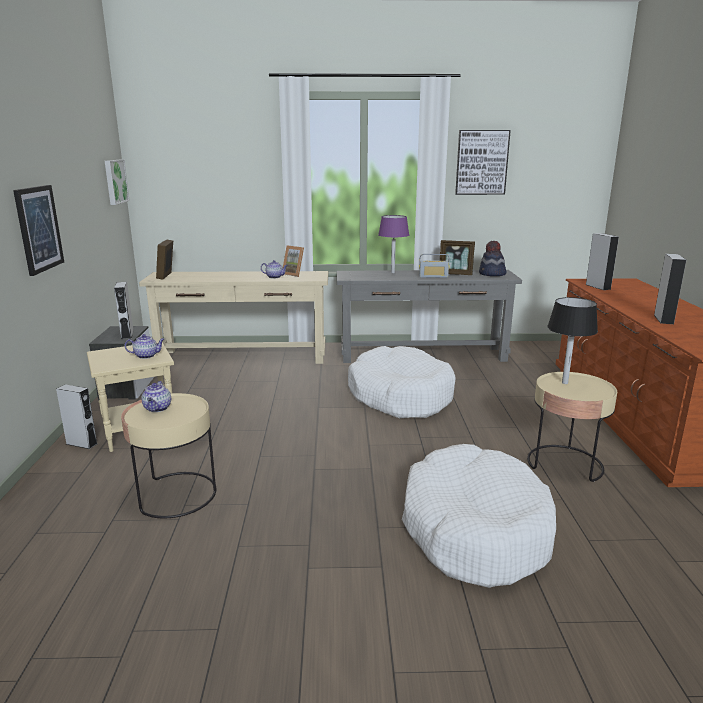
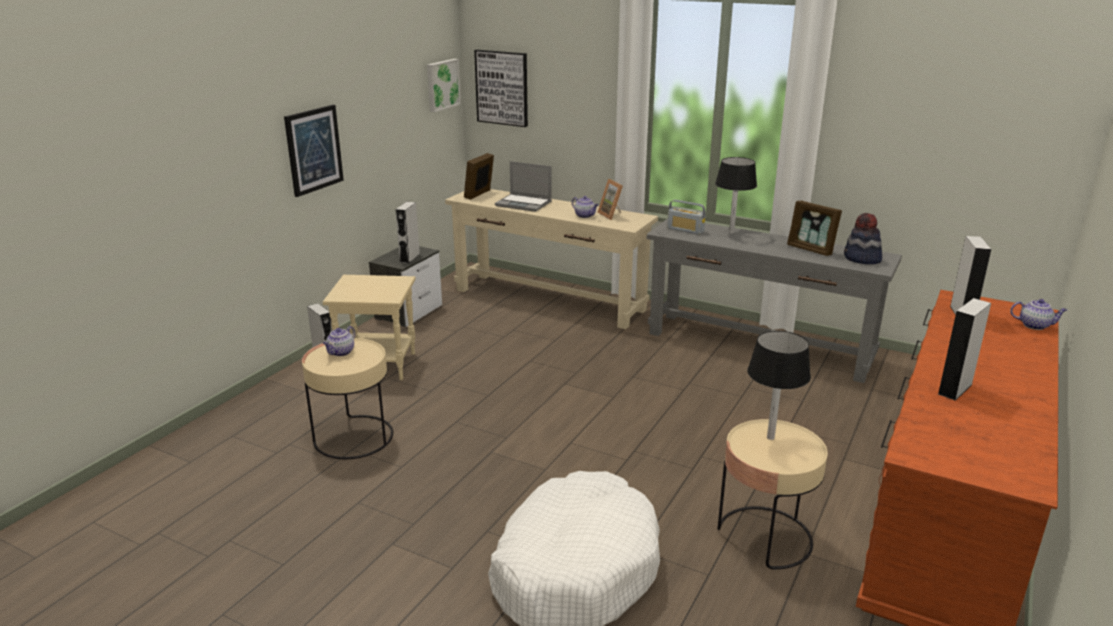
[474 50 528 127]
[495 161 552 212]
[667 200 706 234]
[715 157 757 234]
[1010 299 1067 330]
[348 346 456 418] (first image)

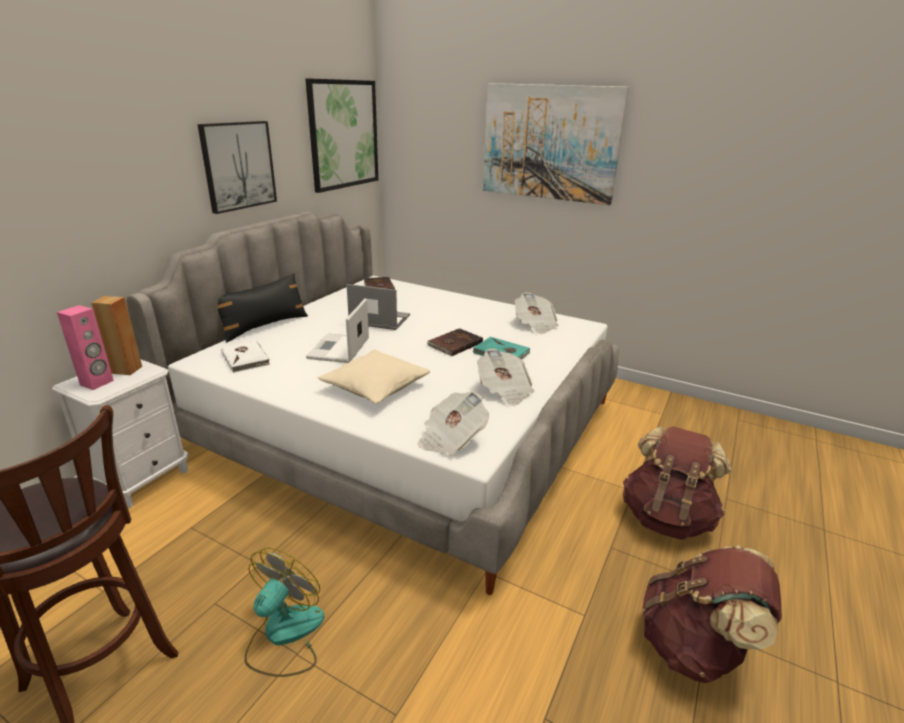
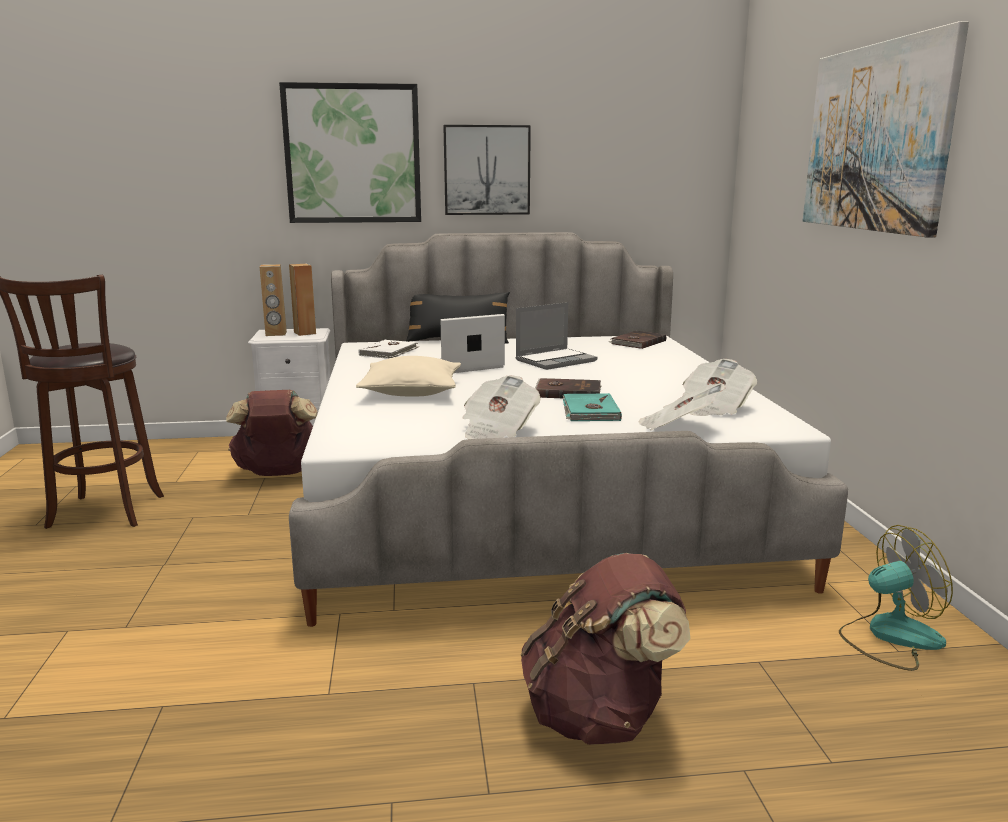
[226 390 317 476]
[260 264 287 336]
[279 82 421 223]
[515 302 598 370]
[638 384 725 430]
[839 525 953 671]

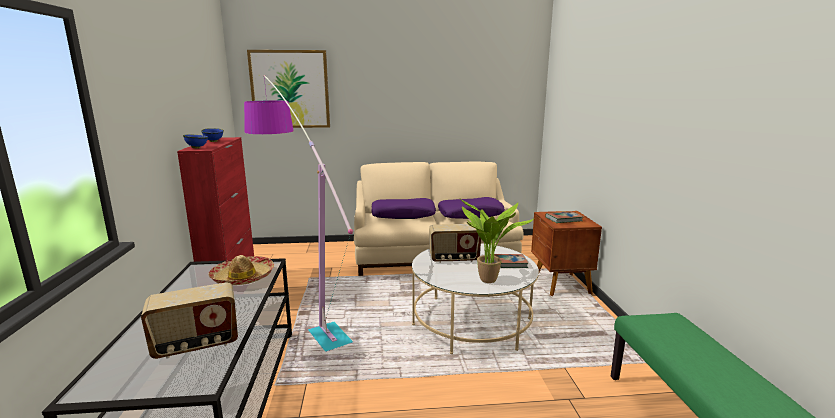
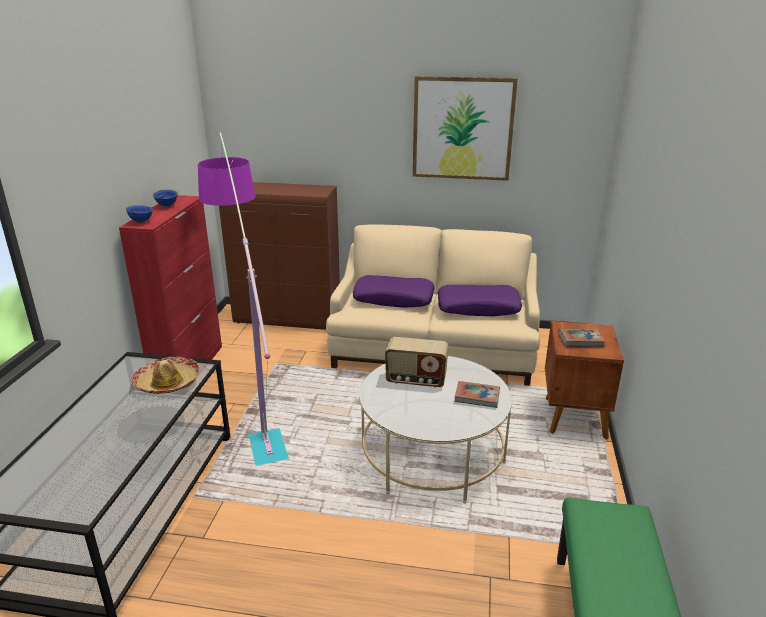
[219 182 340 330]
[413 76 518 181]
[141 282 238 359] (first image)
[458 196 534 283] (first image)

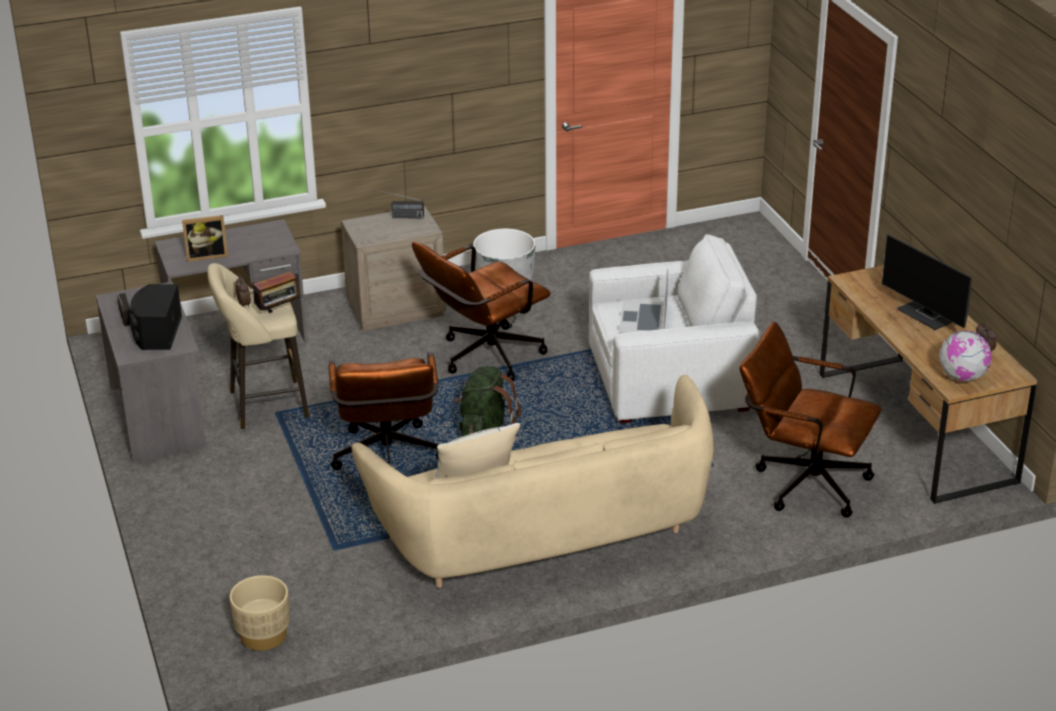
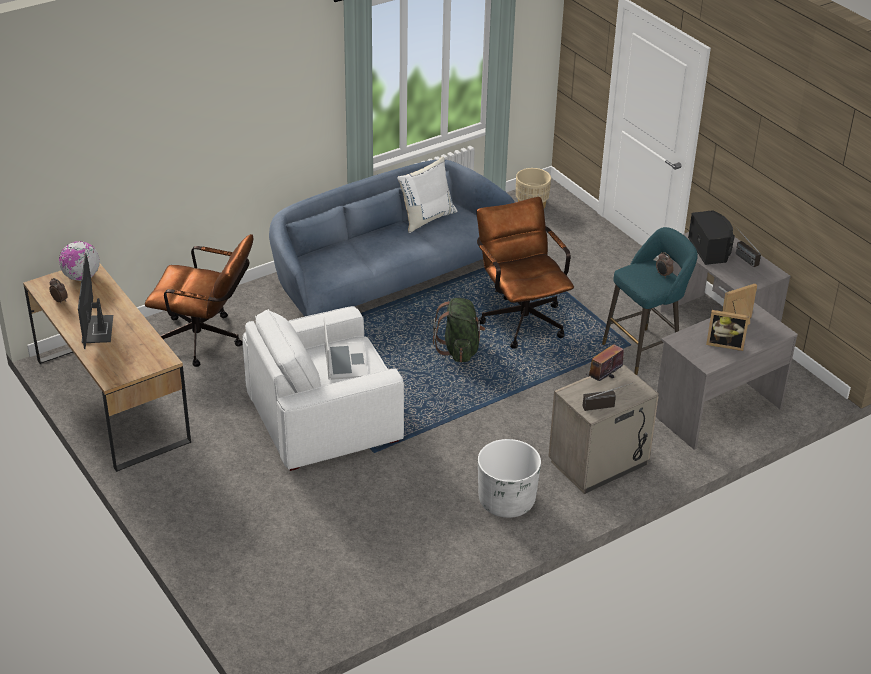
[78 253 113 349]
[269 160 515 316]
[586 344 624 381]
[602 227 698 375]
[706 310 749 351]
[412 242 551 381] (first image)

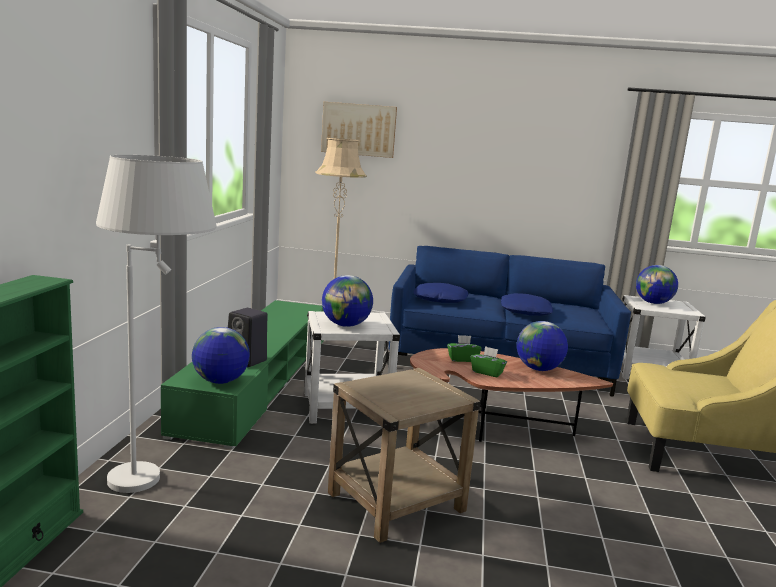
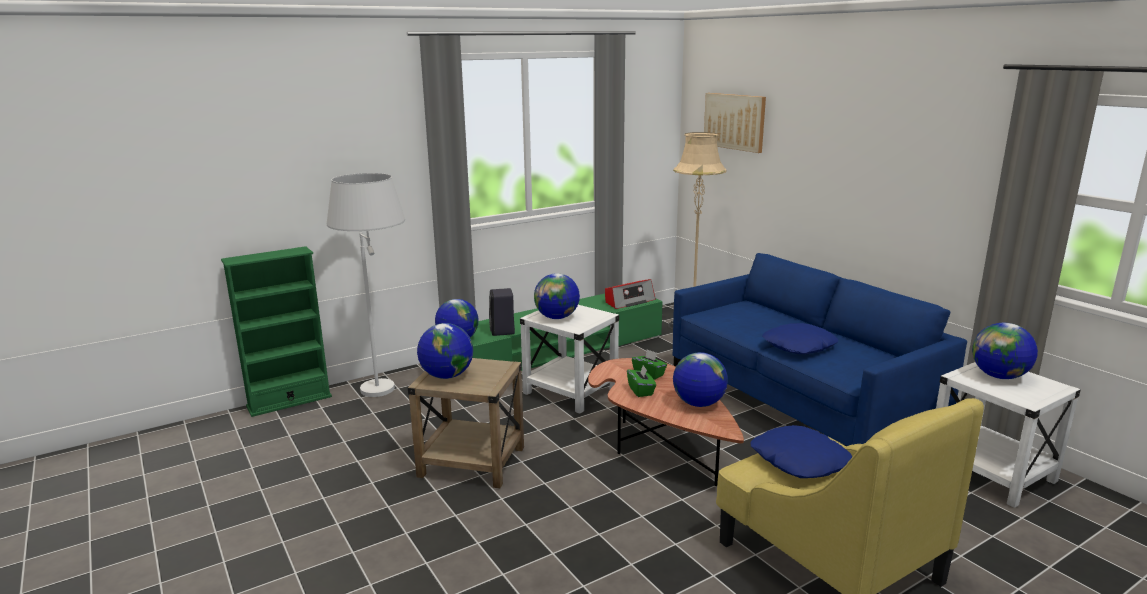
[417 323 473 379]
[605 279 656 309]
[750 425 852 478]

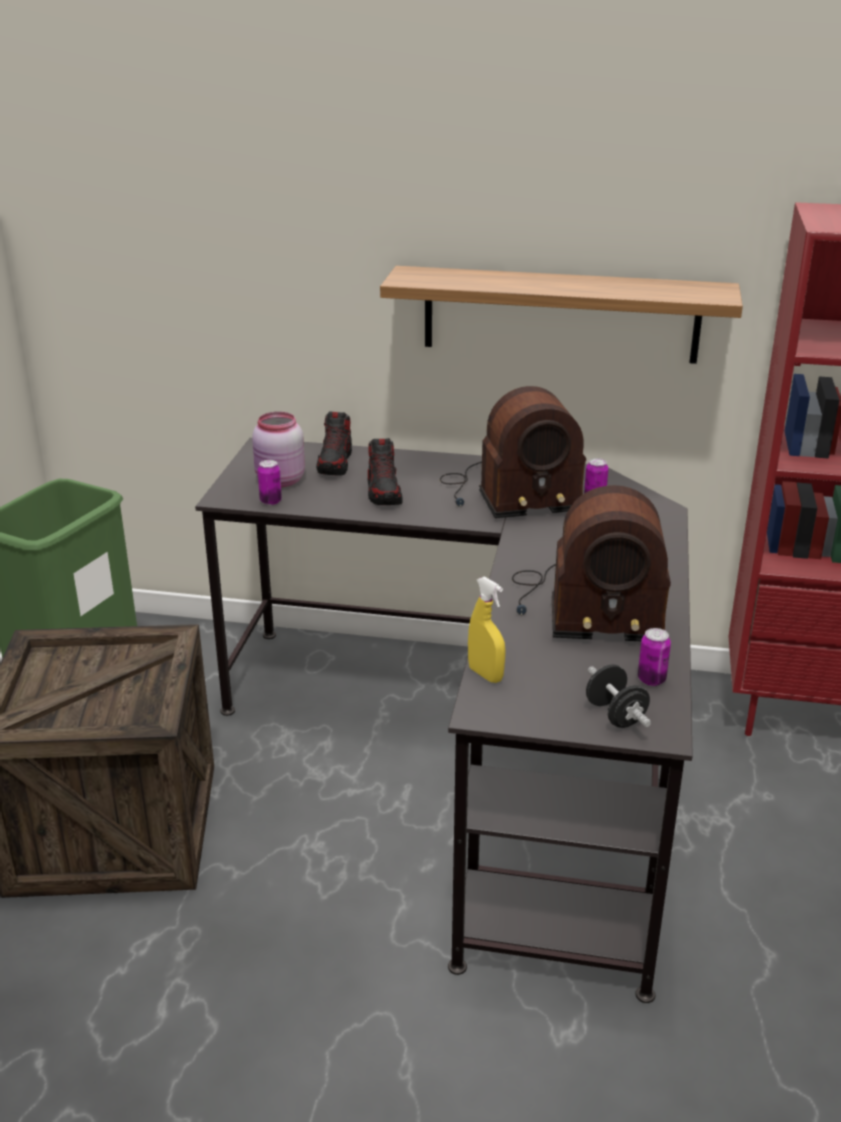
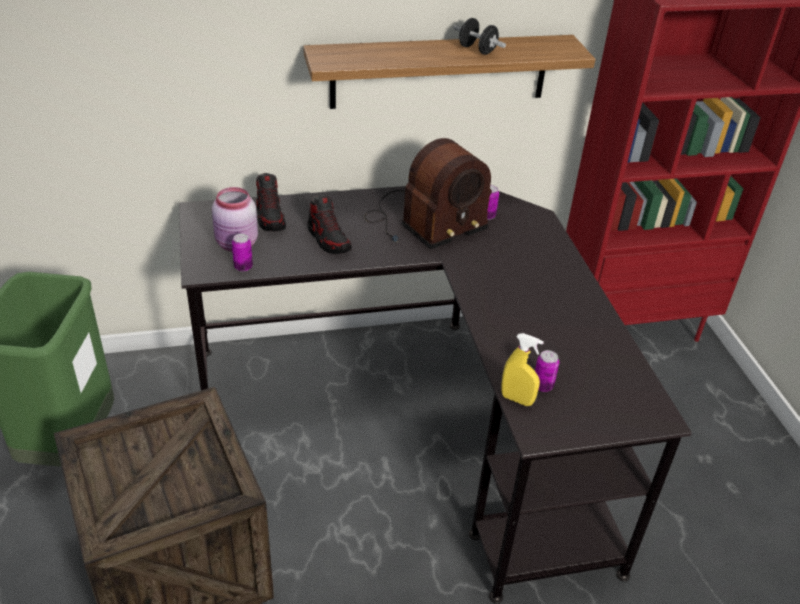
[454 18 506 55]
[535 350 559 392]
[512 485 671 641] (first image)

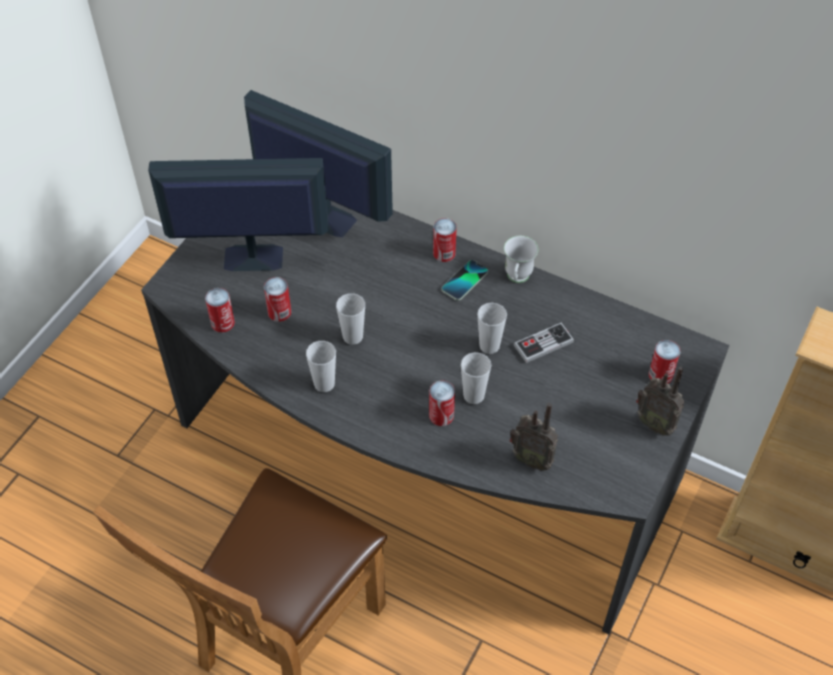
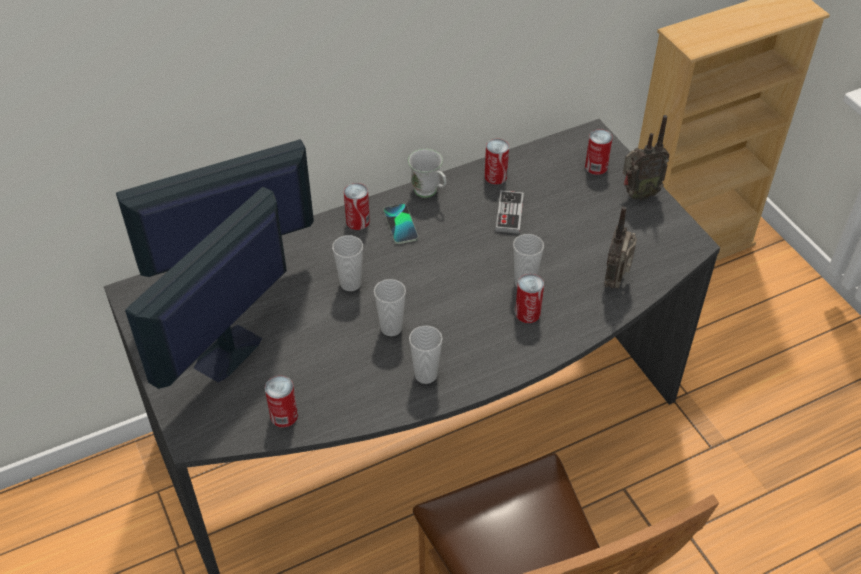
[332 235 363 291]
[484 139 509 184]
[604 206 637 289]

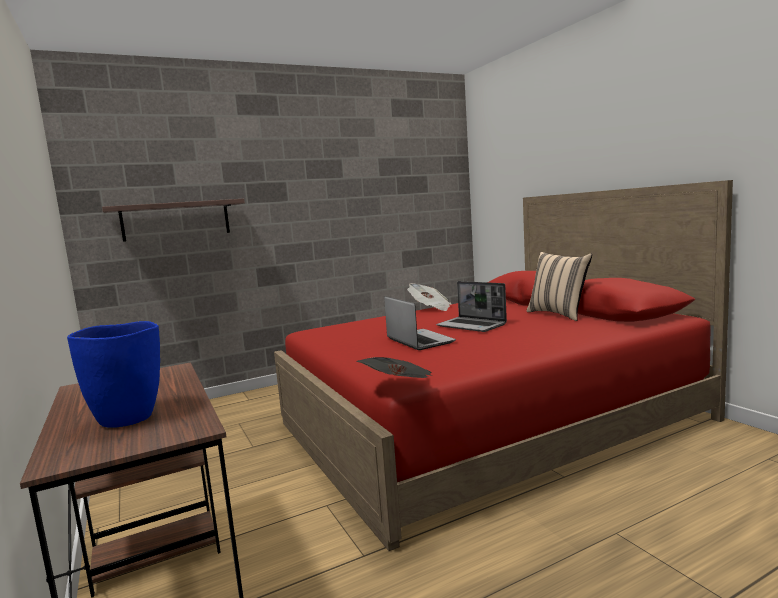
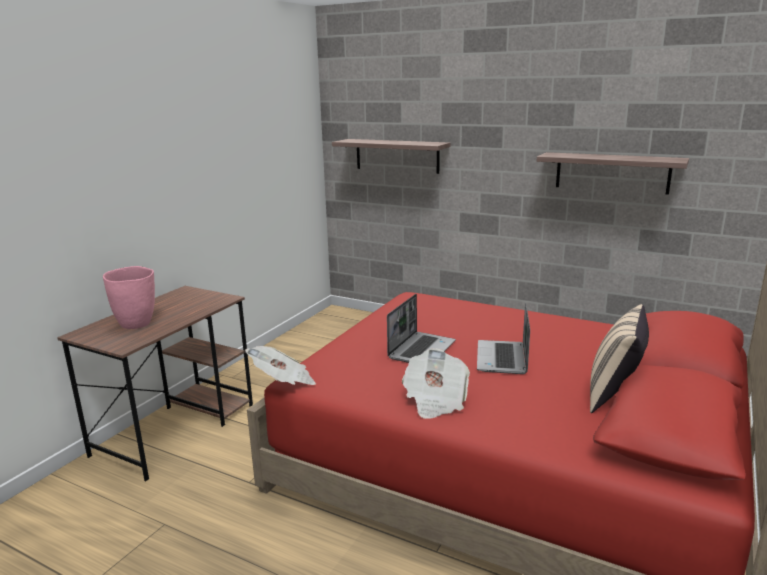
[103 266 155 329]
[402 348 470 419]
[537 152 689 195]

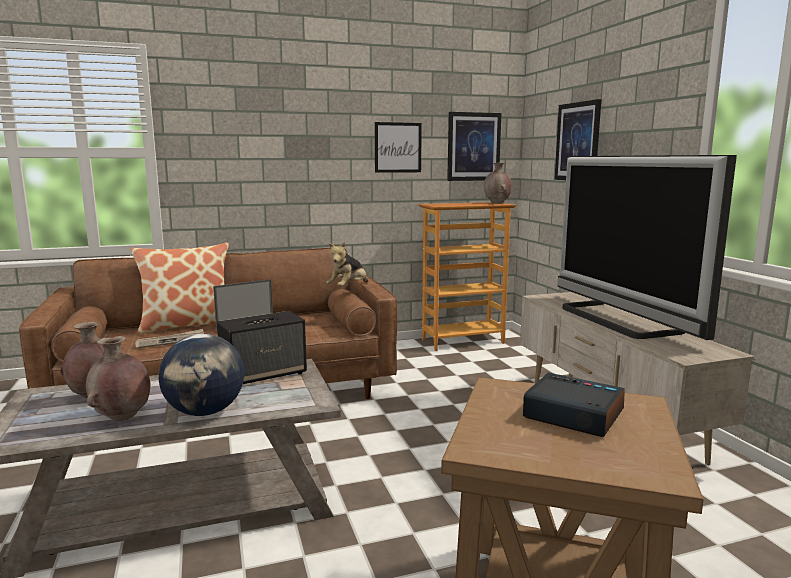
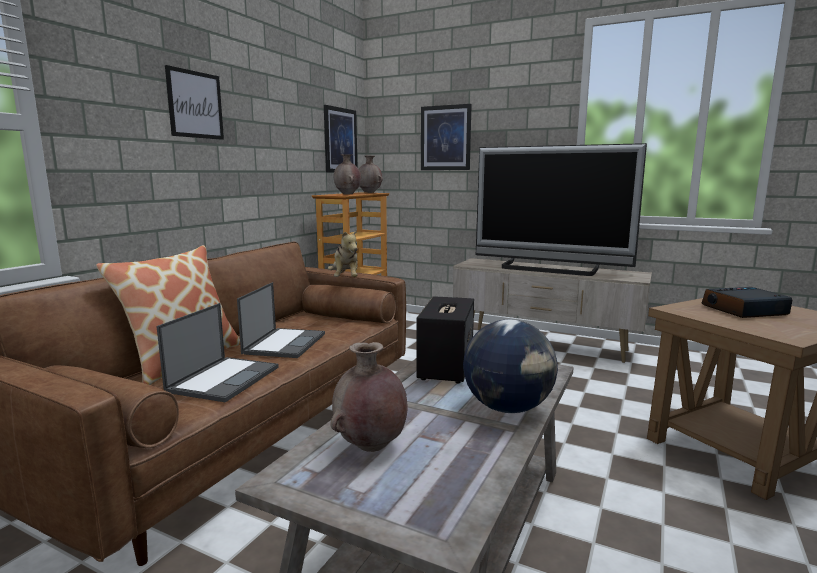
[156 303 279 402]
[165 65 224 140]
[333 154 361 195]

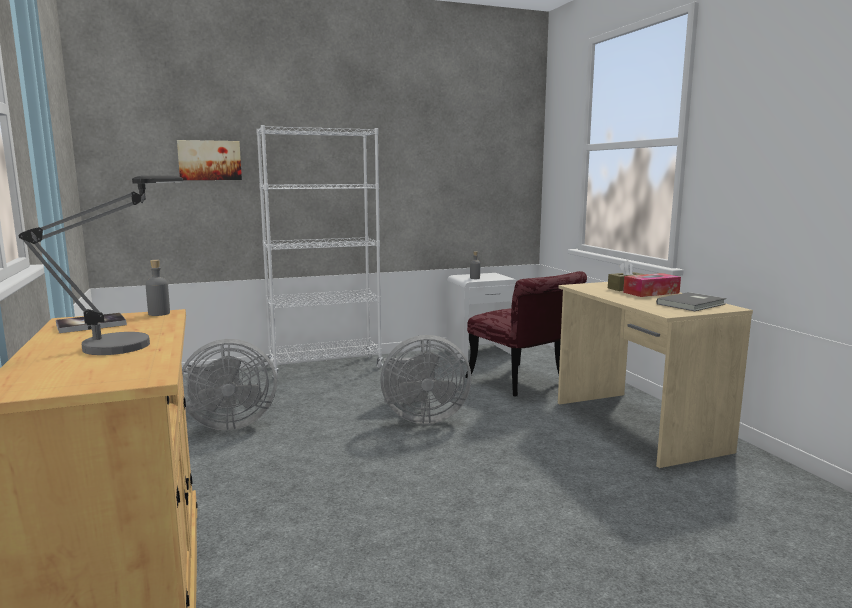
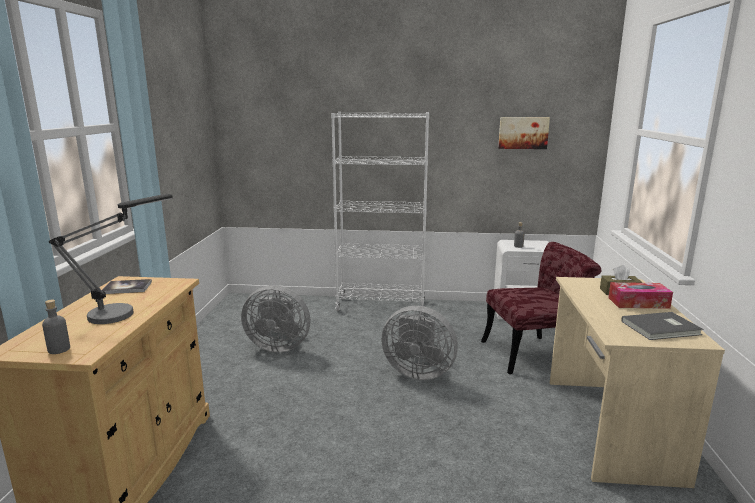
[42 300 70 354]
[481 242 601 374]
[498 117 550 149]

